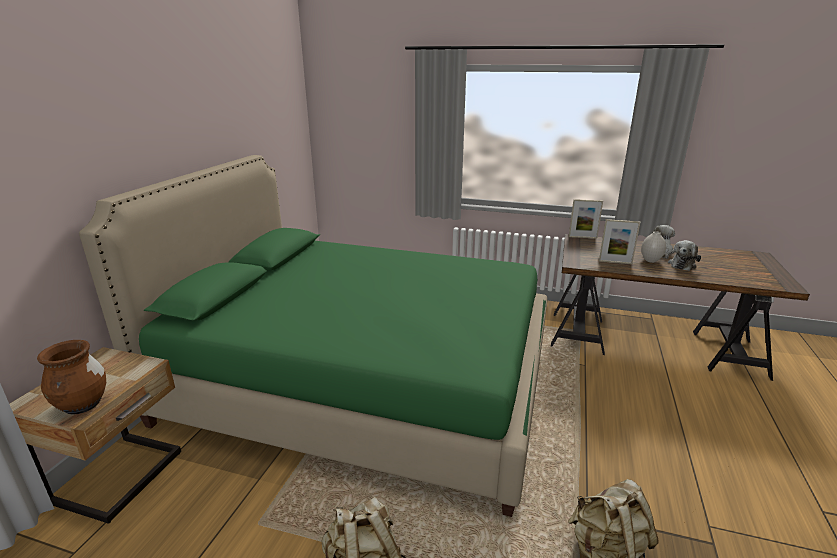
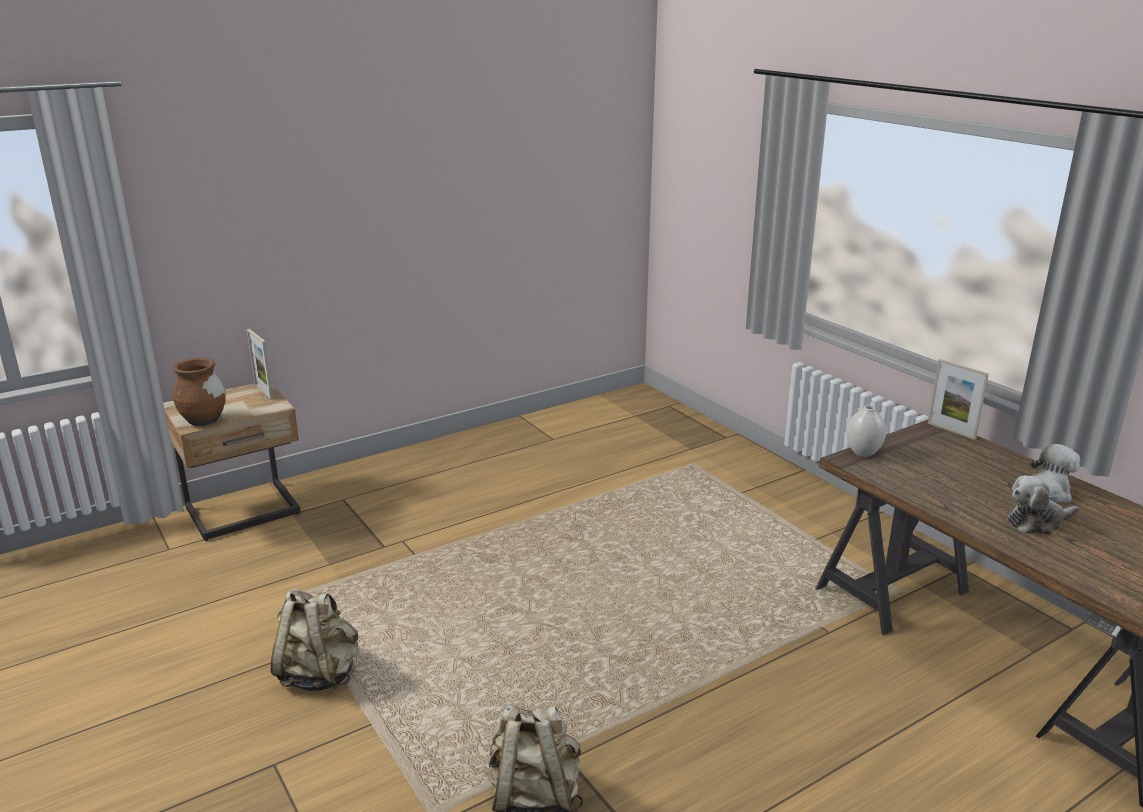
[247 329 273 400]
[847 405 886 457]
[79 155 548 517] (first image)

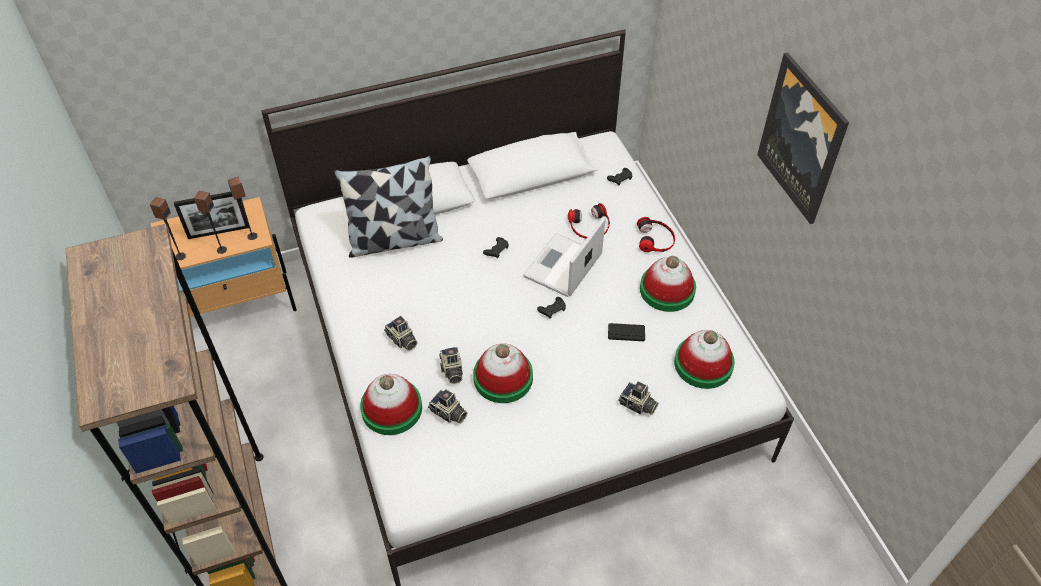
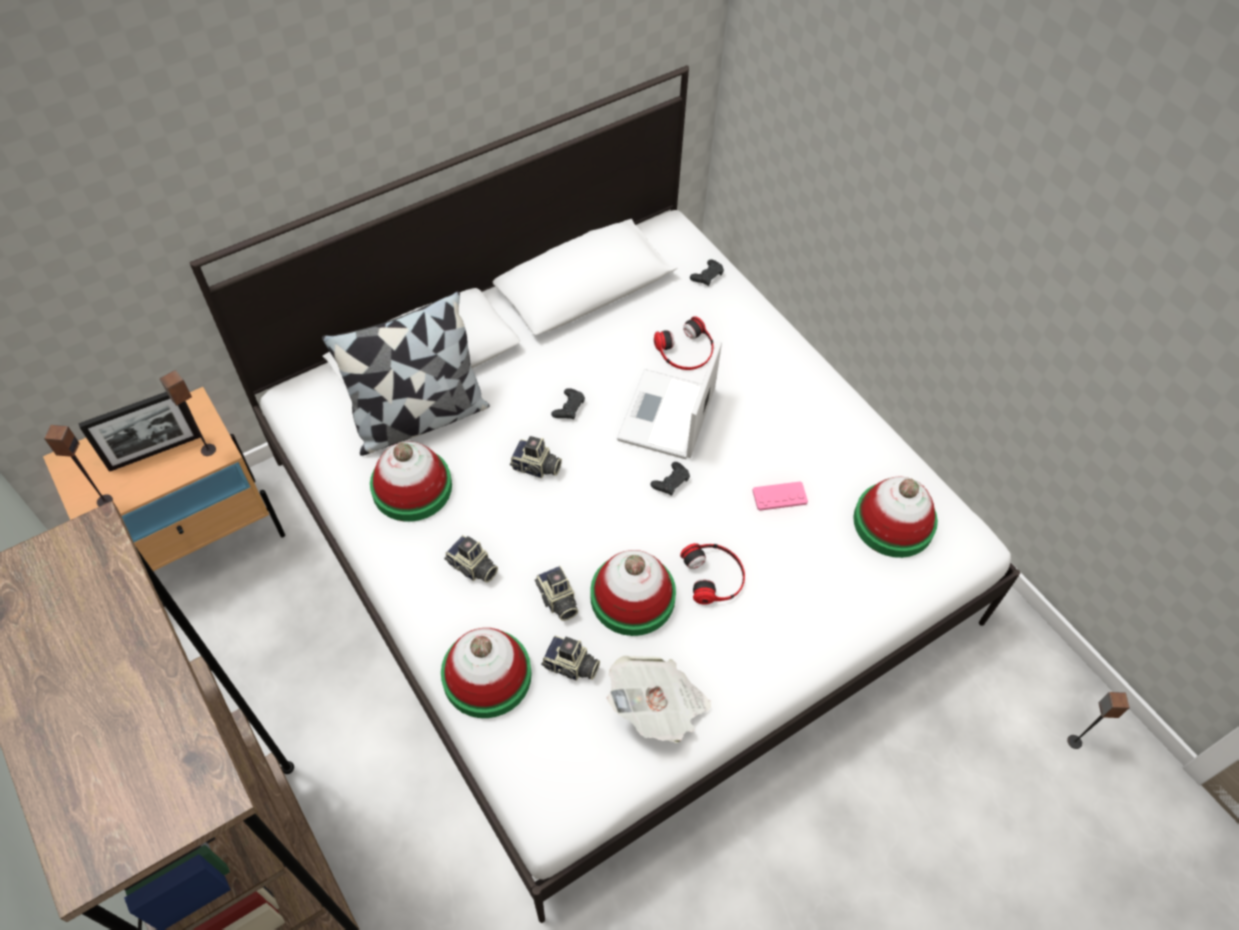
[370 441 452 522]
[510 436 562 478]
[607 656 711 743]
[680 543 745 605]
[752 481 808 511]
[1067 692 1130 749]
[757 52 849 224] (first image)

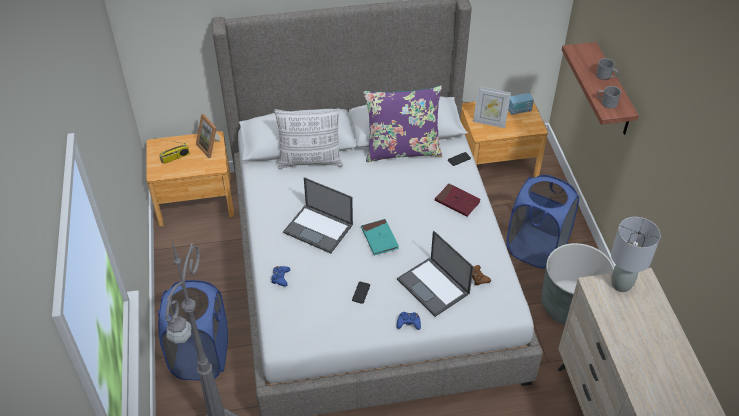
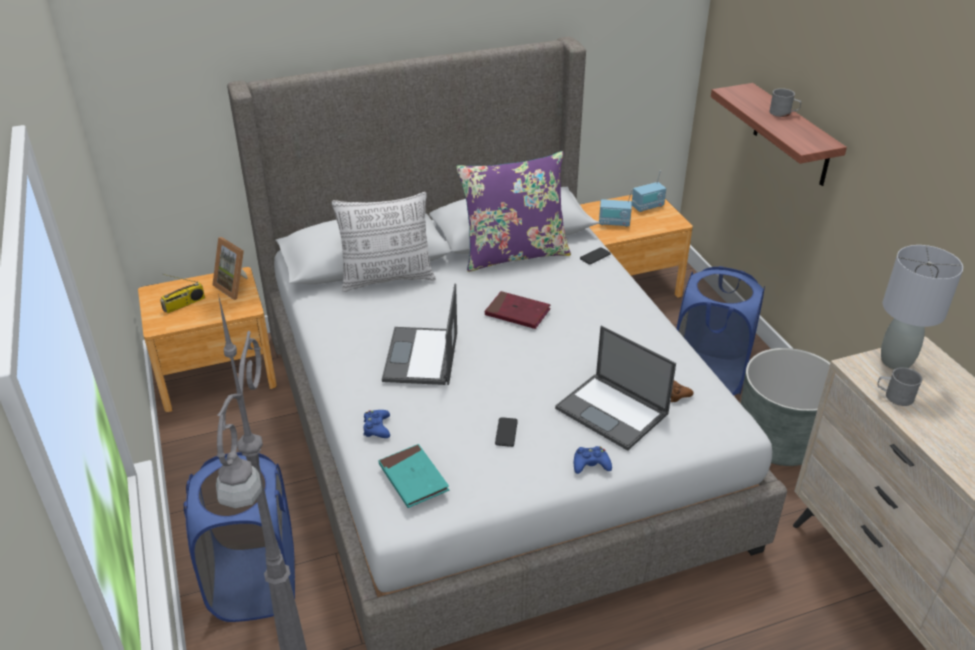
[378 444 449 508]
[382 283 457 385]
[485 291 551 329]
[599 190 632 227]
[878 367 922 406]

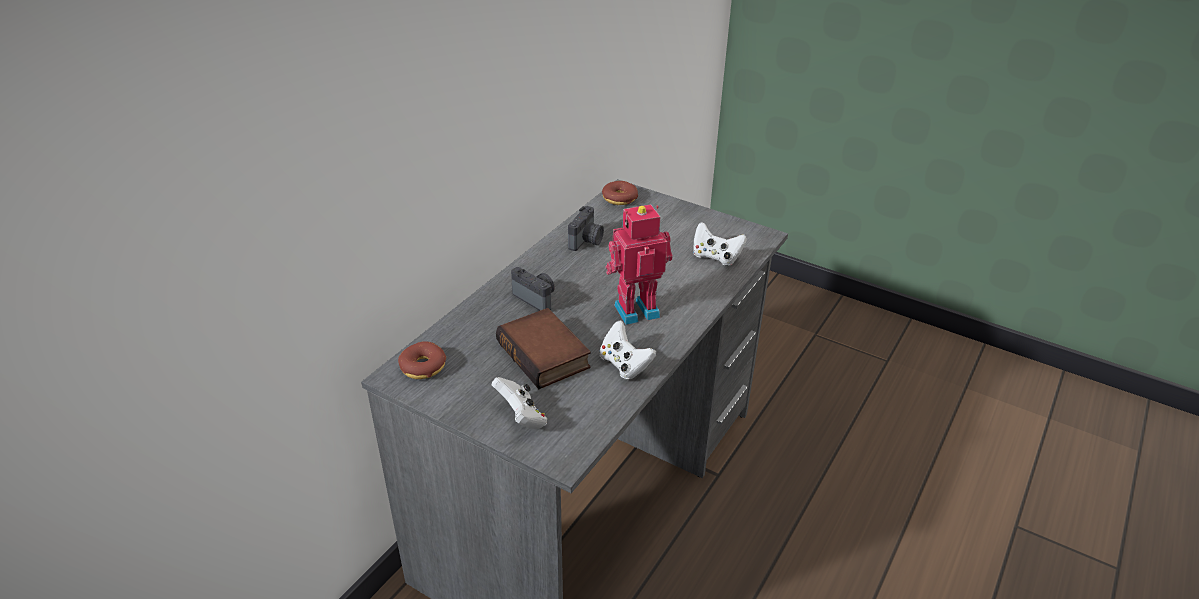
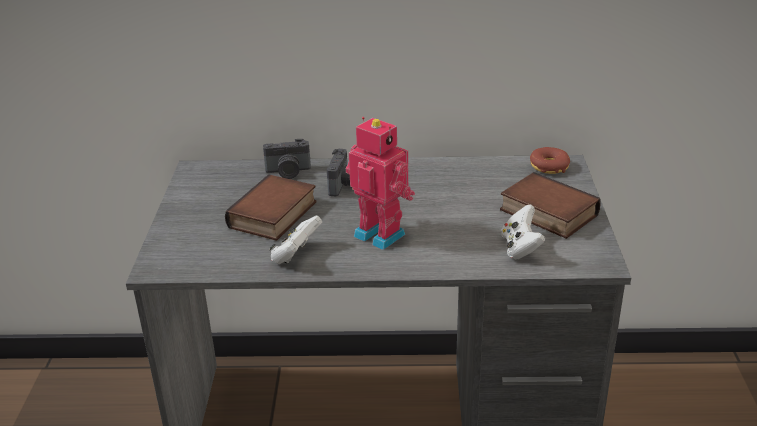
[263 139 311 179]
[500 172 601 239]
[398 341 446 379] (first image)
[492 377 547 429] (first image)

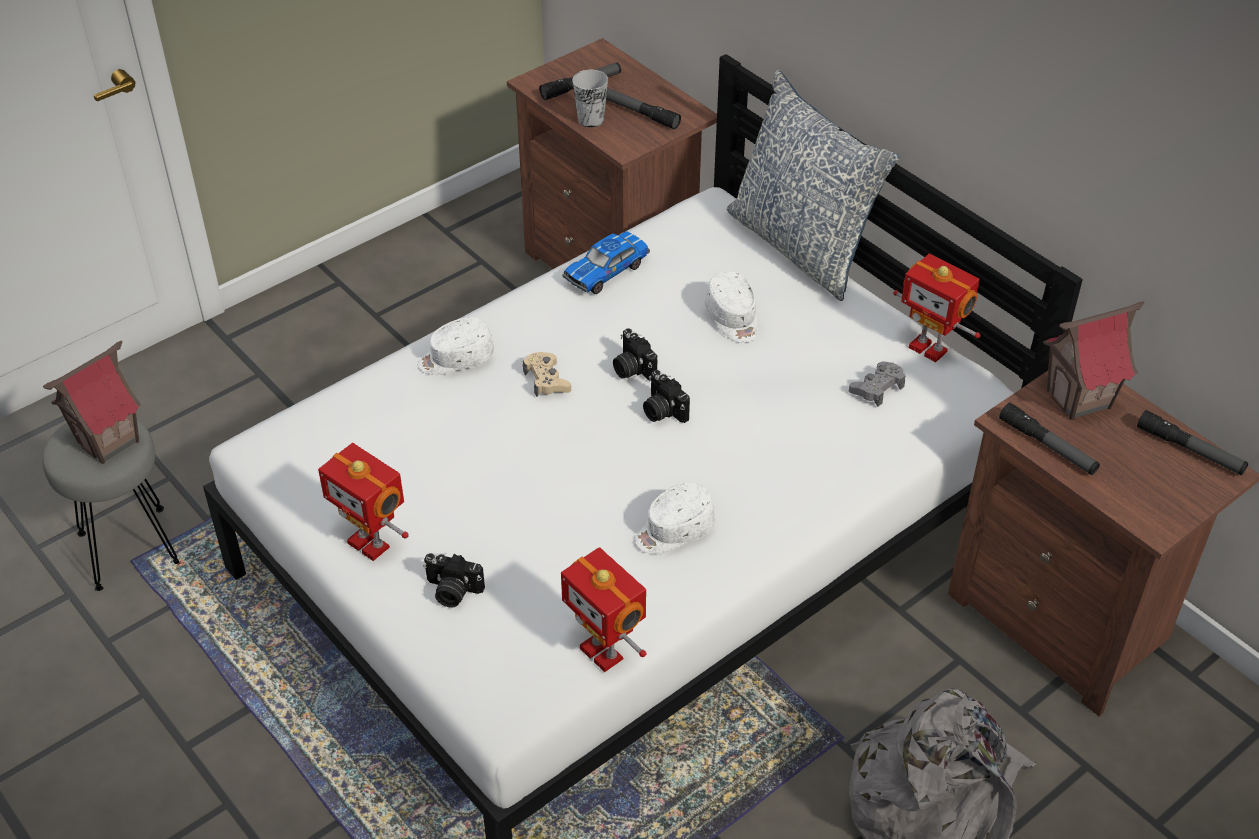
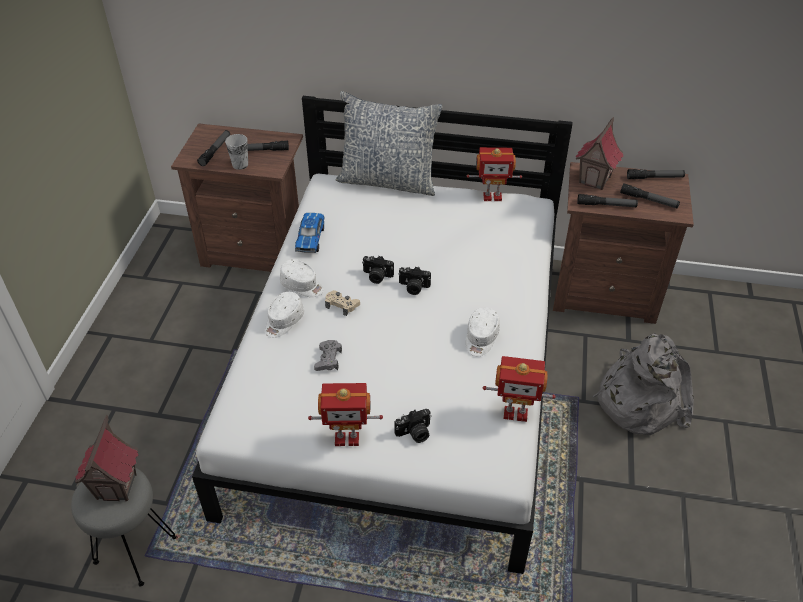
[280 259 324 297]
[314 340 342 371]
[620 183 680 208]

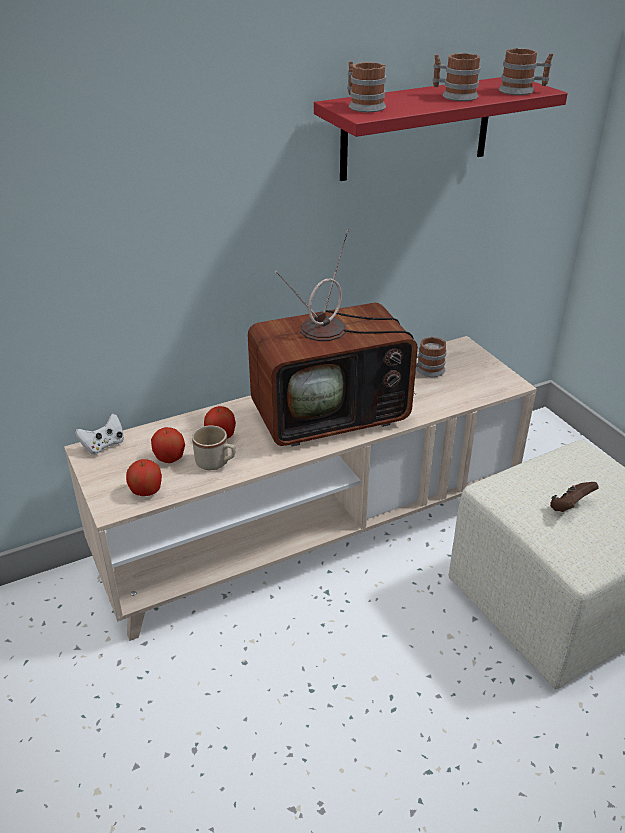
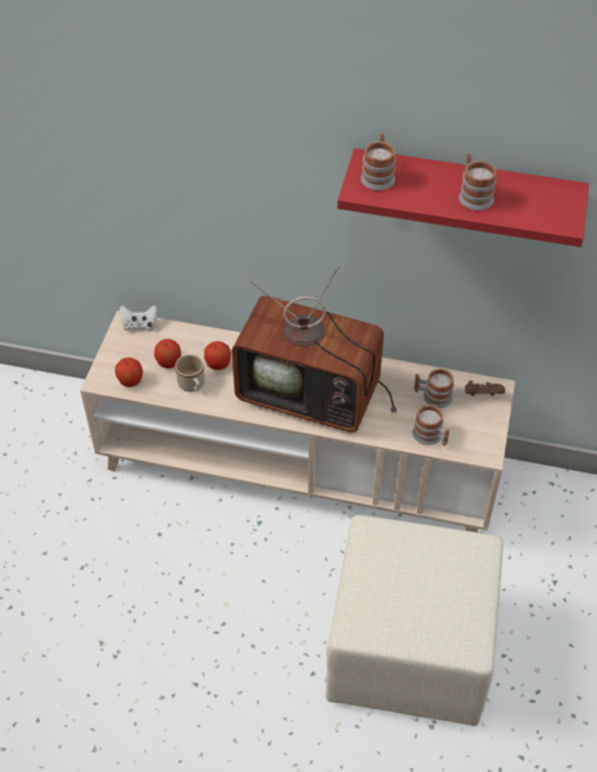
[412 405 450 445]
[465 381 505 396]

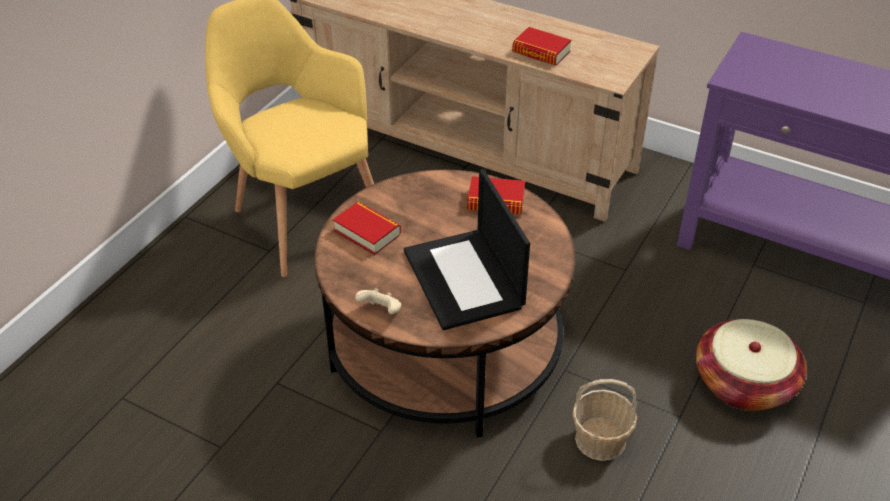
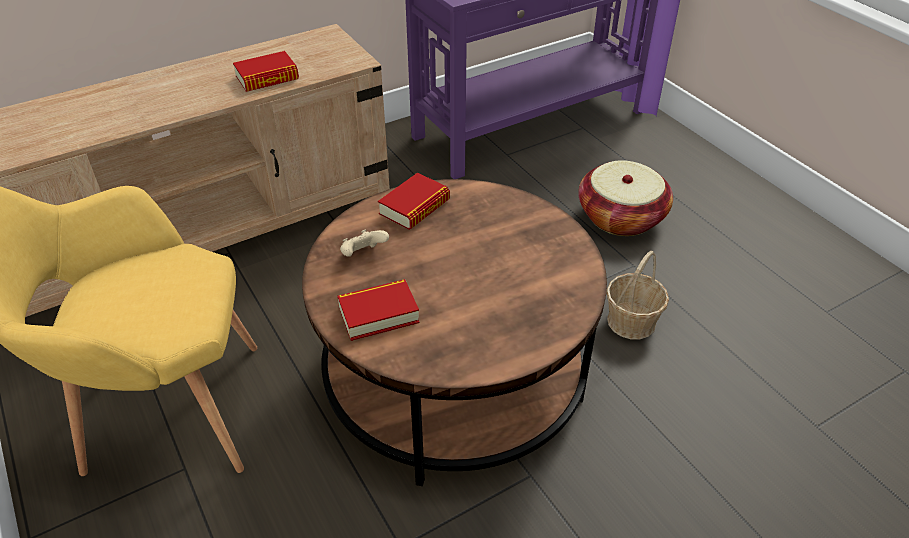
[340 229 389 257]
[404 169 530 330] (first image)

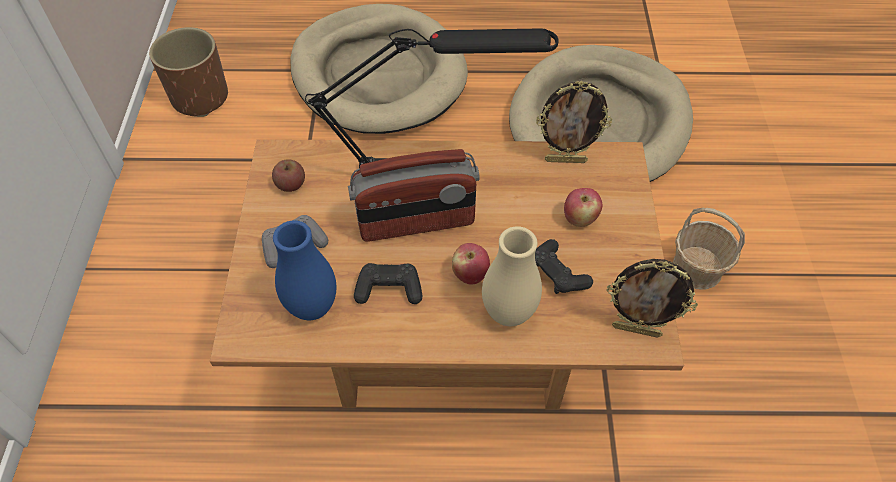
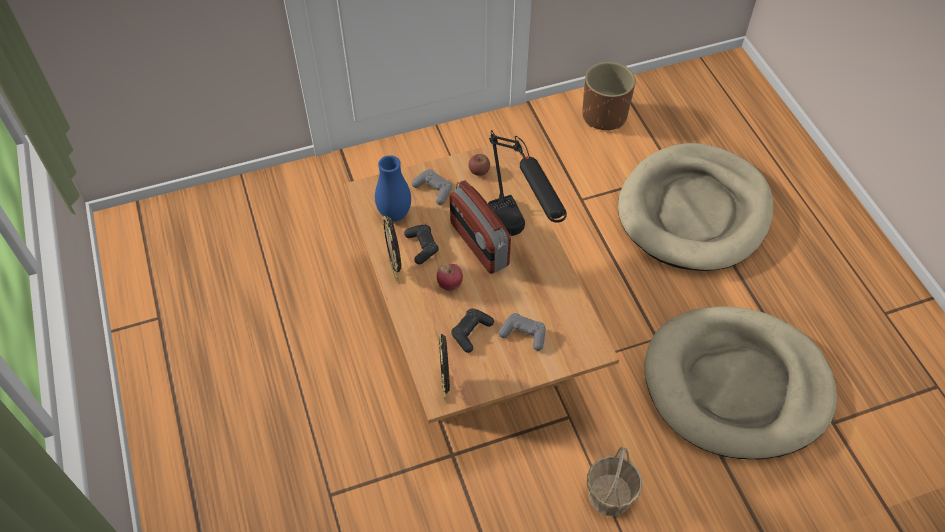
[382 216 401 282]
[499 313 546 351]
[482 226 542 326] (first image)

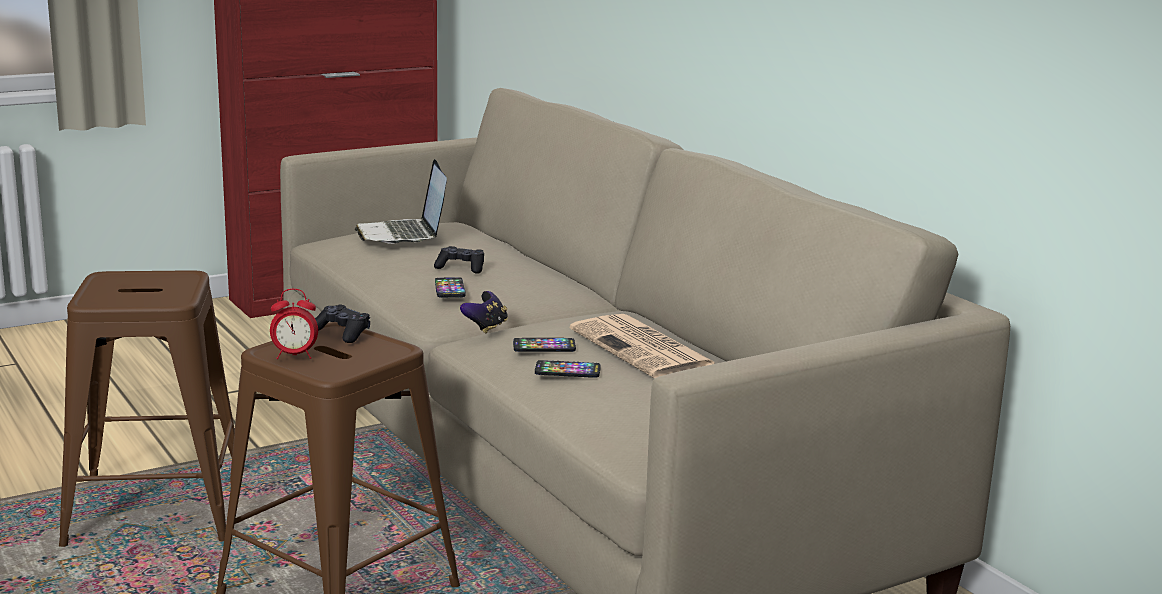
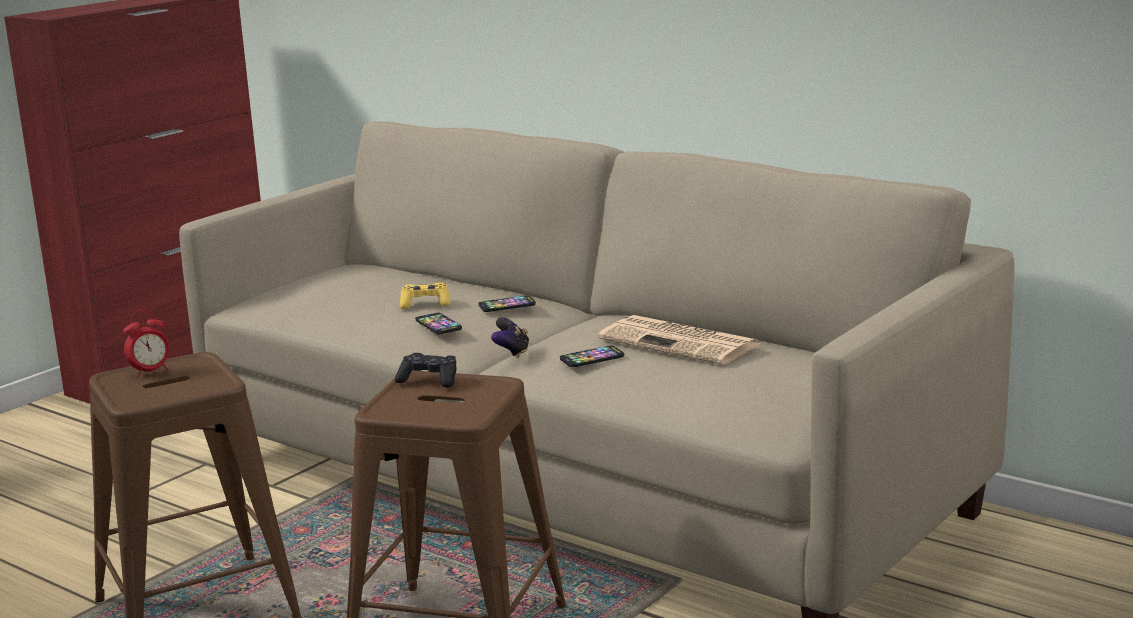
[123 310 170 378]
[400 282 450 309]
[478 295 536 312]
[354 159 447 244] (first image)

